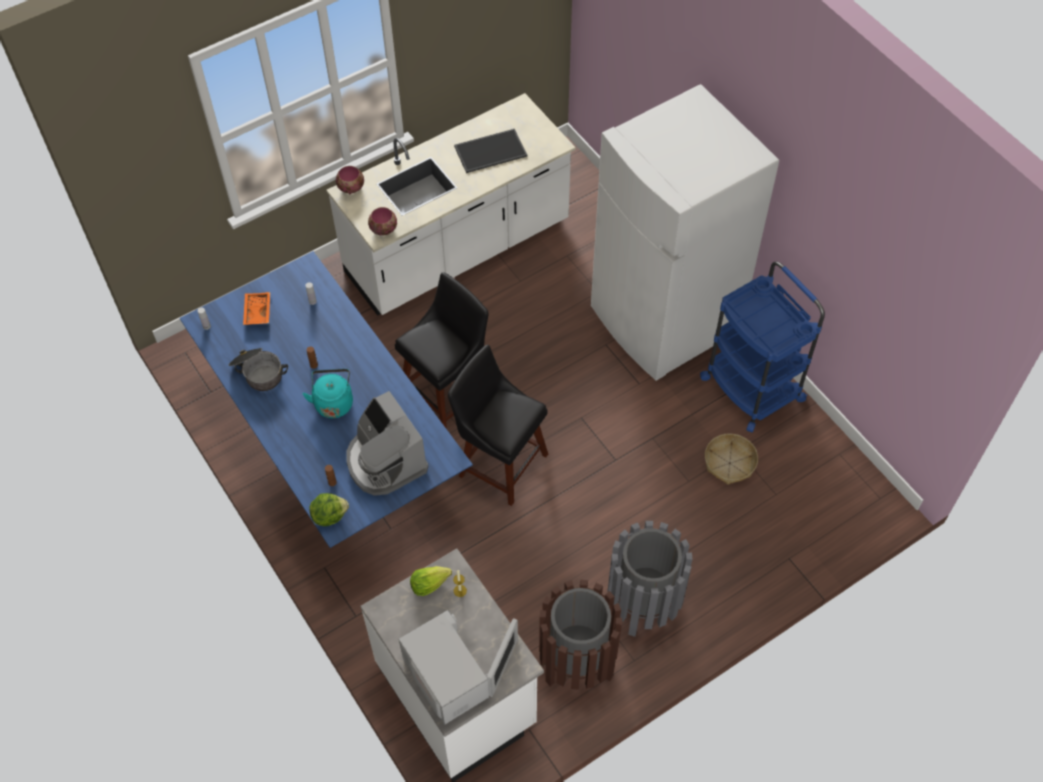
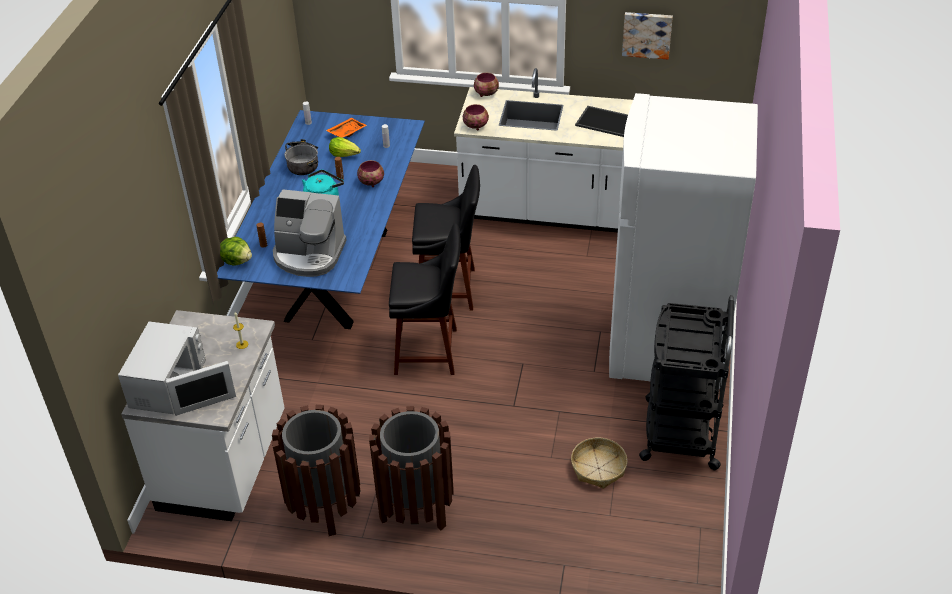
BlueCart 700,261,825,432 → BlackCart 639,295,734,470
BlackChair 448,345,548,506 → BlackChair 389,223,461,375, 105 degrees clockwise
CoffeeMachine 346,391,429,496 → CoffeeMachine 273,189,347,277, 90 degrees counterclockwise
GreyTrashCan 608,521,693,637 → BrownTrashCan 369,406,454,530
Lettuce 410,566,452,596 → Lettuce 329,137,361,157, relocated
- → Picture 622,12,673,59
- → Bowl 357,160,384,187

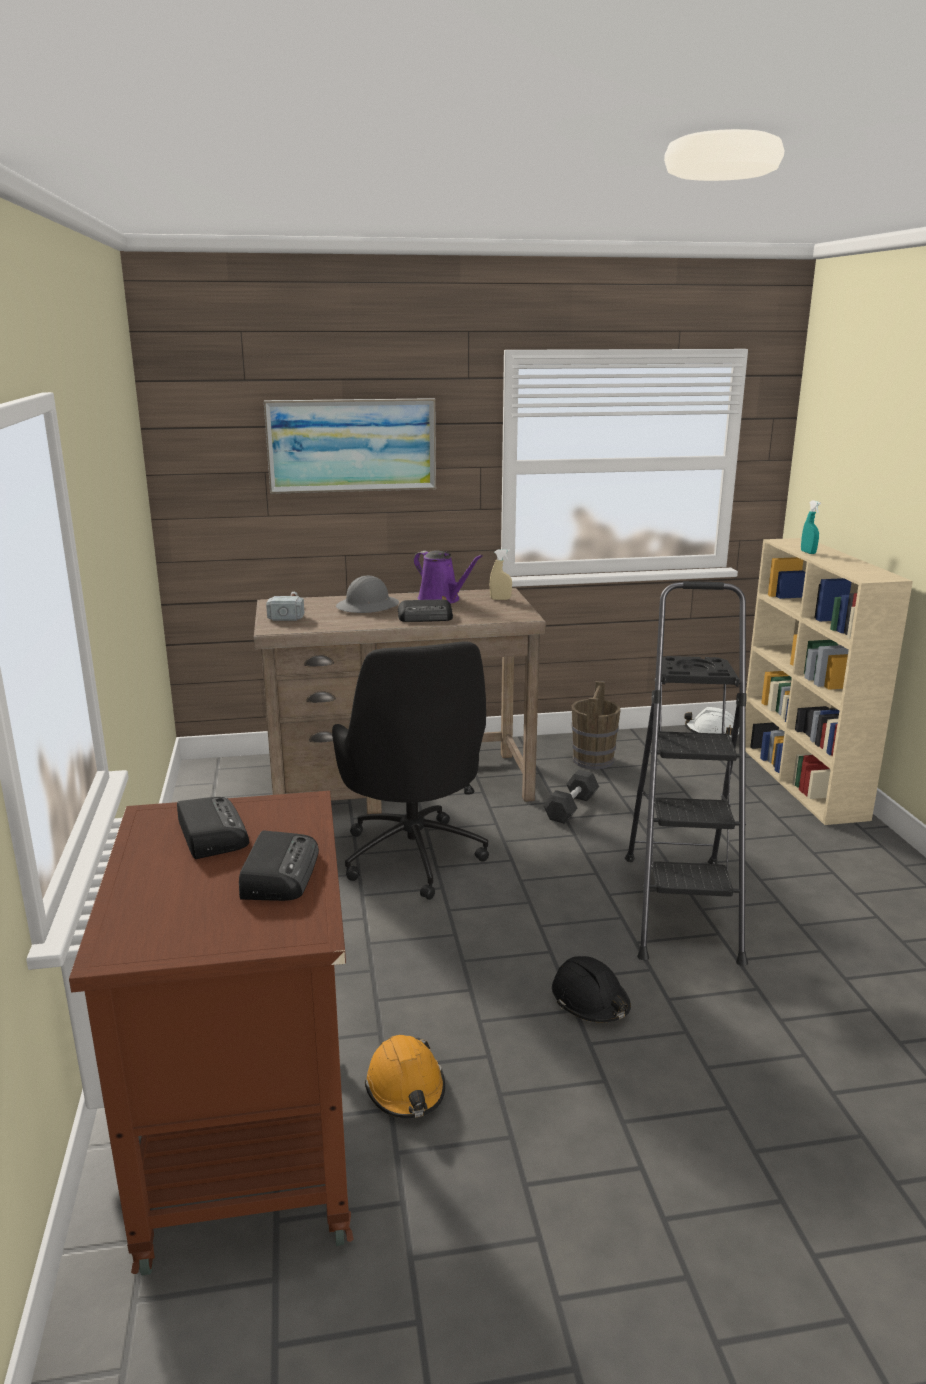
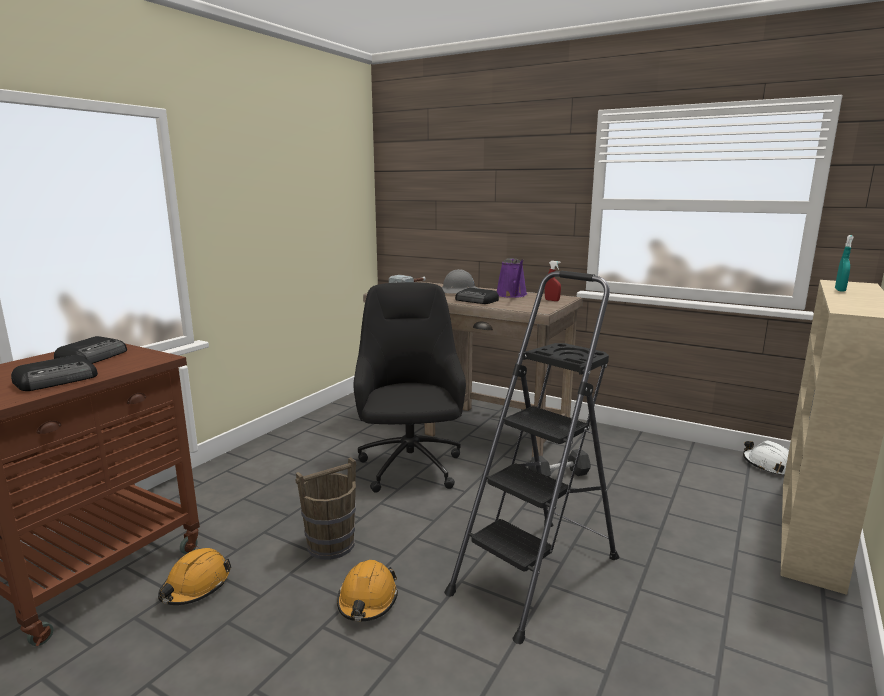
Picture 264,398,436,494 → -
BeigeSprayBottle 490,549,512,600 → RedSprayBottle 545,261,561,301
BlackOfficeChair 332,642,489,900 → BlackOfficeChair 354,282,466,493, 150 degrees clockwise
BrownBucket 571,681,621,769 → BrownBucket 295,457,356,560, relocated
BlackHardHat 552,956,631,1022 → OrangeHardHat 337,560,398,621

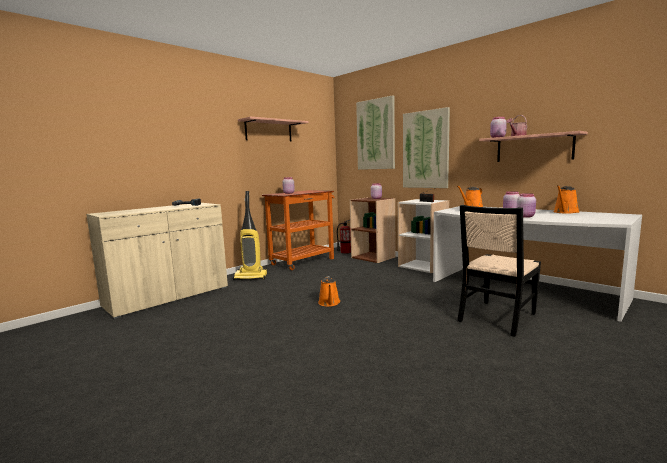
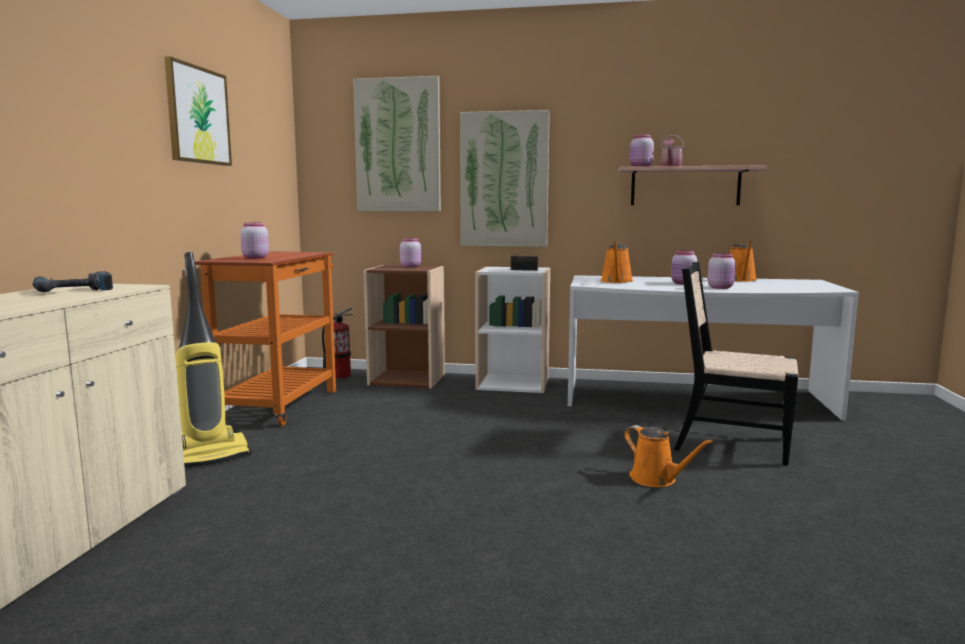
Shelf 238,117,309,142 → Picture 164,56,232,166
Chair 457,205,541,337 → Chair 674,262,798,466, 105 degrees clockwise
OrangeWateringCan 318,276,340,307 → OrangeWateringCan 624,425,713,487, relocated

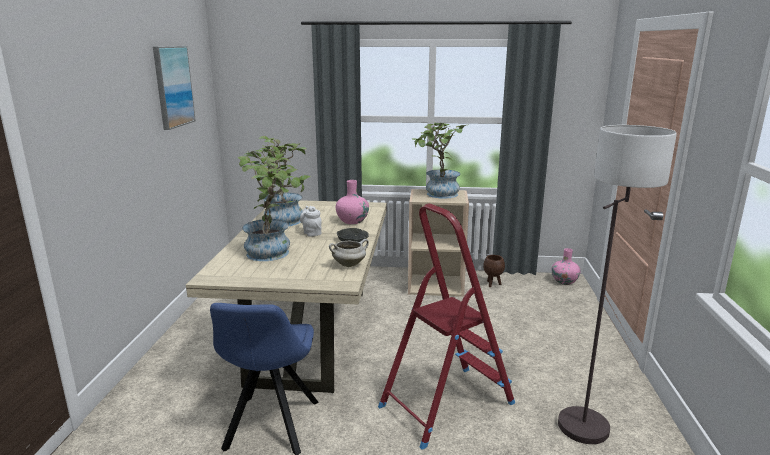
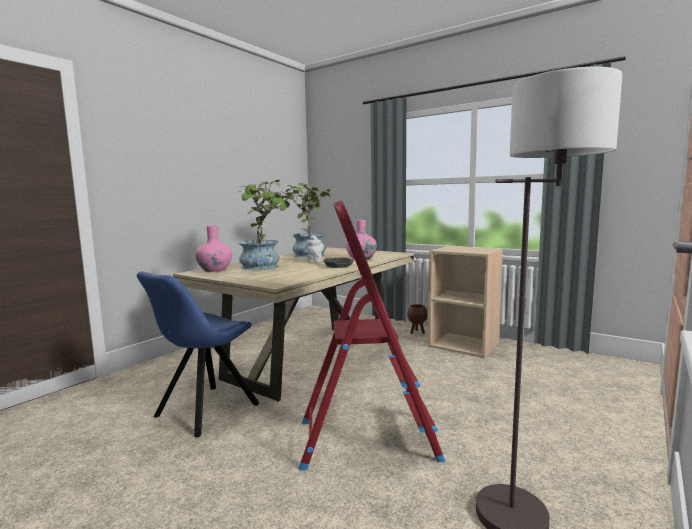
Picture 153,46,196,130 → -
PottedPlant 411,122,466,199 → -
WhiteCookingPot 329,239,369,267 → -
PinkVase 552,248,581,285 → PinkVase 195,226,232,272, relocated
BrownPlanter 483,255,505,287 → BrownPlanter 407,304,428,334, relocated

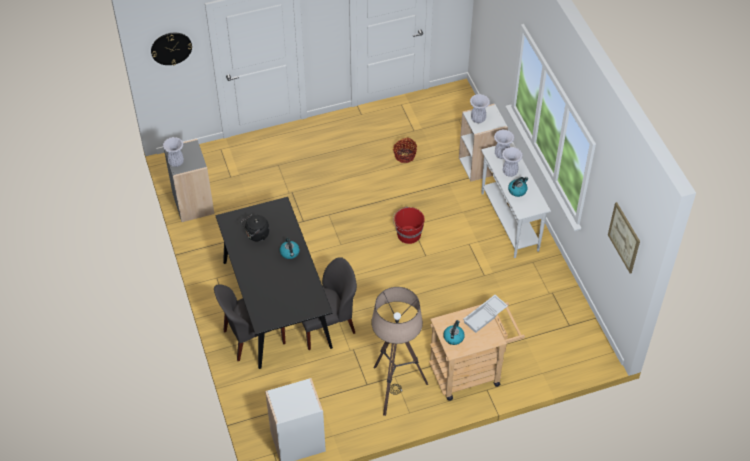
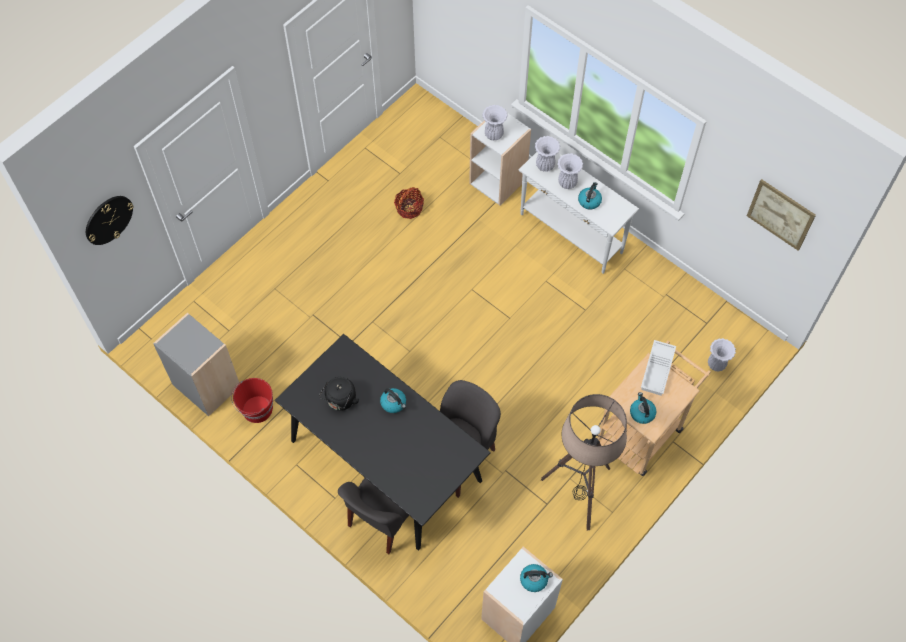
WhiteVase 163,137,184,167 → WhiteVase 708,338,736,372, relocated
RedBucket 393,207,425,244 → RedBucket 231,378,273,423, relocated
- → Kettle 520,564,553,592

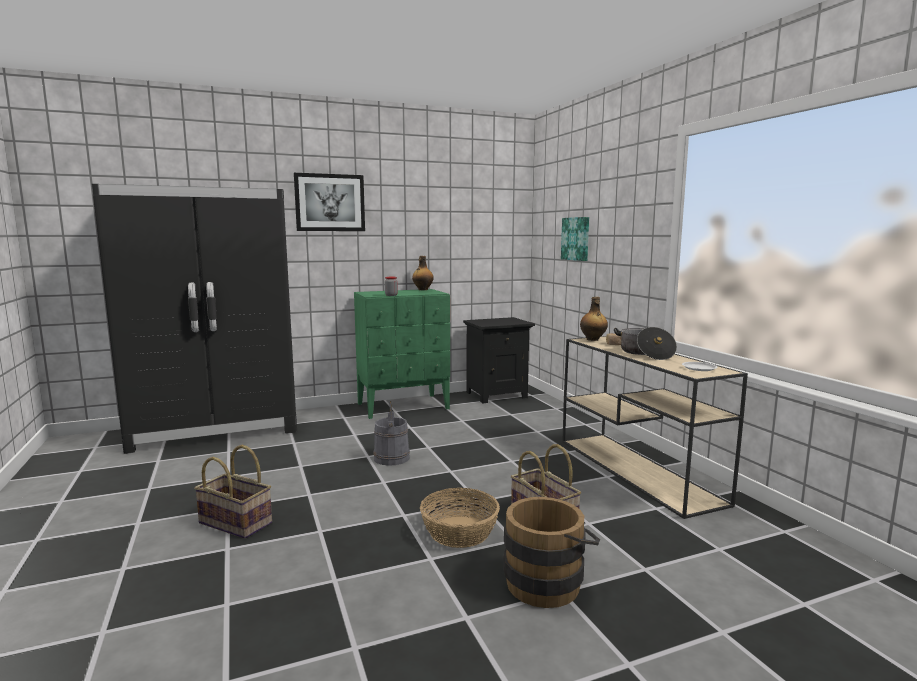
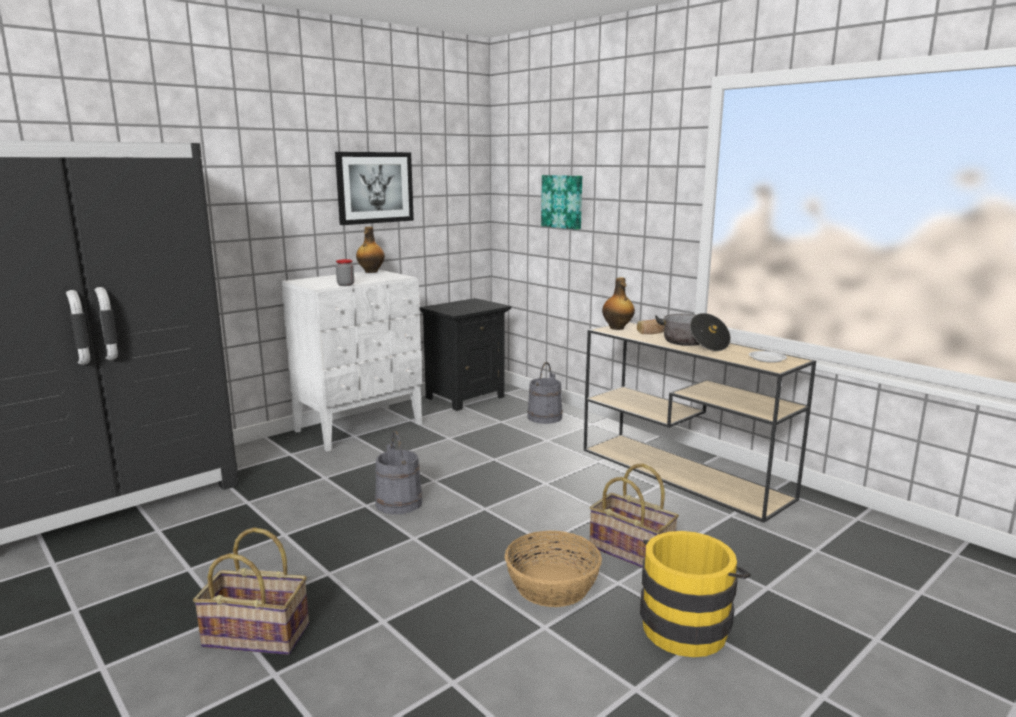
Picture 294,173,365,231 → Picture 335,152,414,225, relocated
GreenDresser 354,289,450,419 → WhiteDresser 281,270,422,451
BrownBucket 503,497,600,608 → YellowBucket 640,531,751,657
- → GreyBucket 527,362,563,424

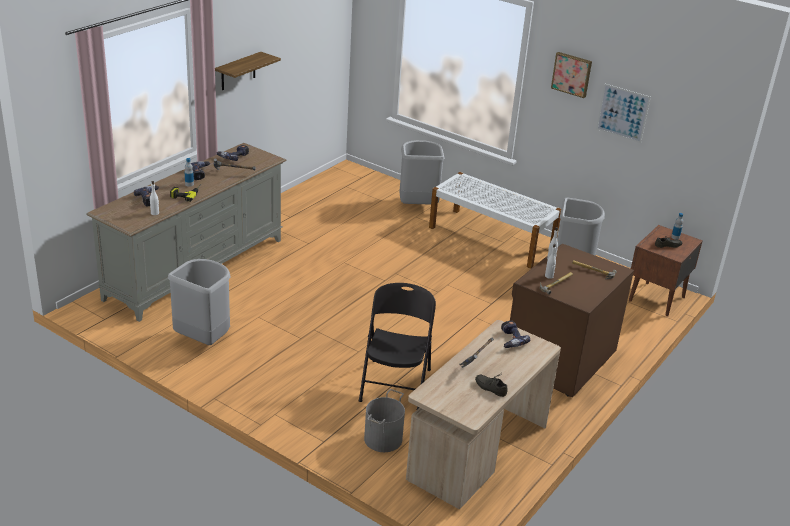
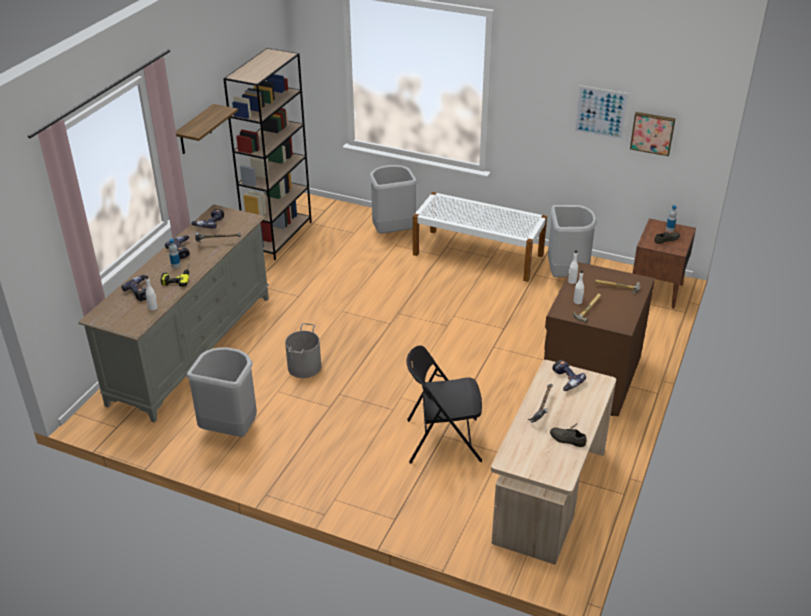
Picture 551,52,592,98 → Picture 630,112,676,156, relocated
BlackChair 358,283,436,409 → BlackChair 406,345,482,464, 90 degrees counterclockwise
GreyBucket 364,389,405,452 → GreyBucket 285,323,321,378, relocated
- → BeigeBookcase 223,48,312,260

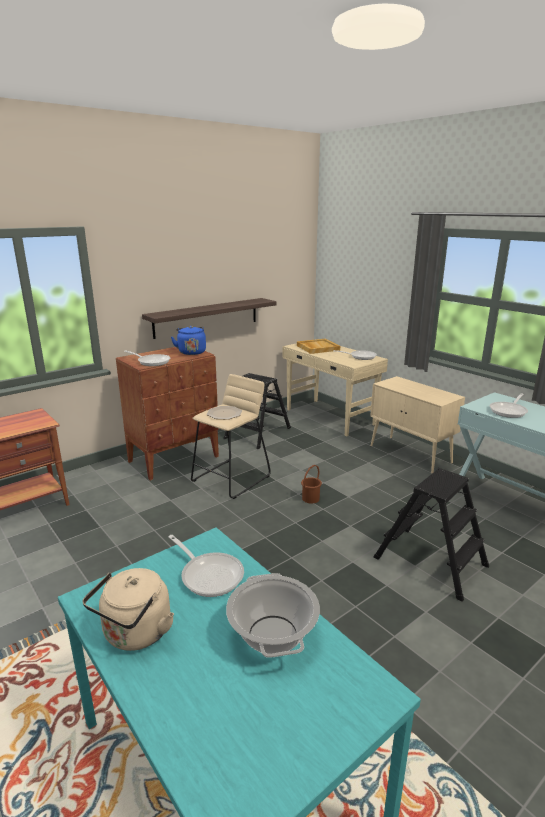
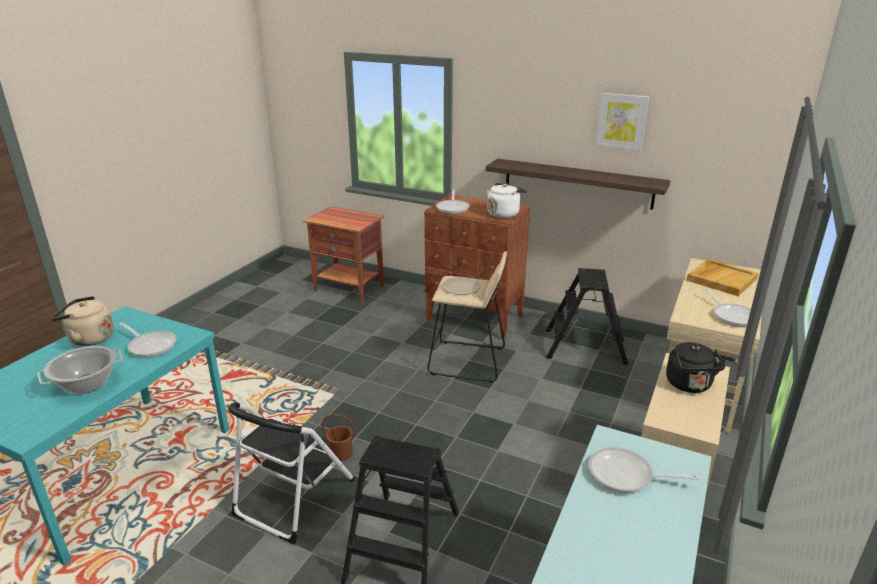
BlueKettle 171,326,206,355 → WhiteKettle 487,183,527,218
BrownBucket 301,465,322,504 → BrownBucket 322,414,356,461, relocated
FryingPan 168,535,244,597 → FryingPan 119,322,177,358, 75 degrees counterclockwise
- → Picture 596,93,649,151
- → BlackKettle 666,342,726,393
- → StepLadder 228,402,355,544

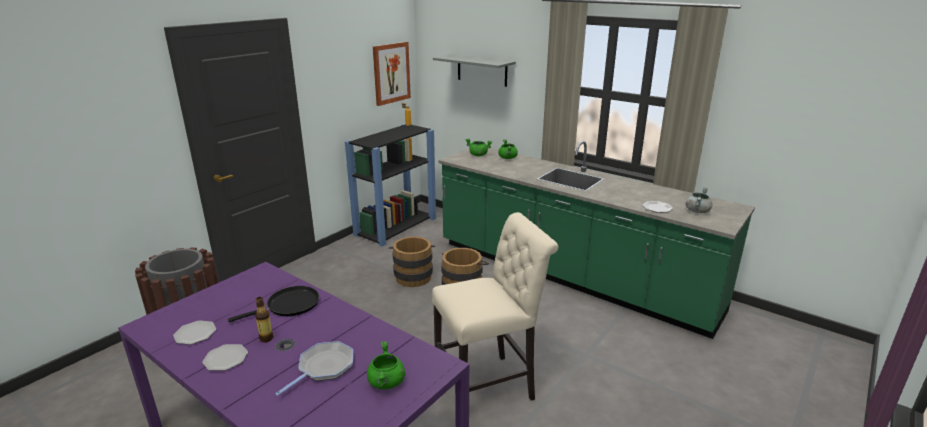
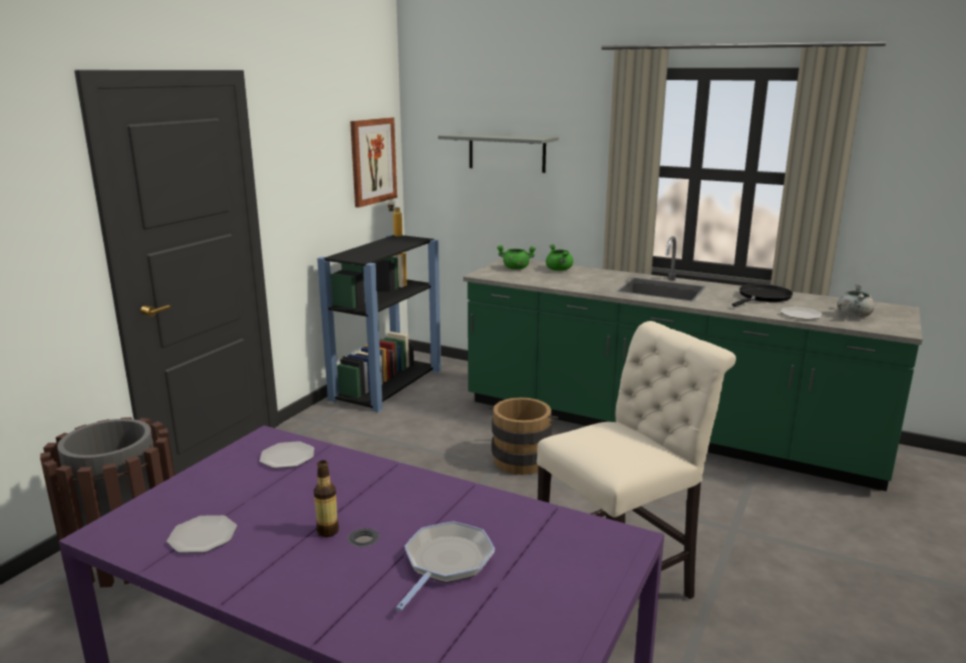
BrownBucket 389,236,435,287 → -
BlackFryingPan 228,286,319,323 → BlackFryingPan 732,284,793,307, relocated
GreenCookingPot 367,342,405,389 → -
Plate 202,344,248,371 → Plate 260,441,314,469, relocated

